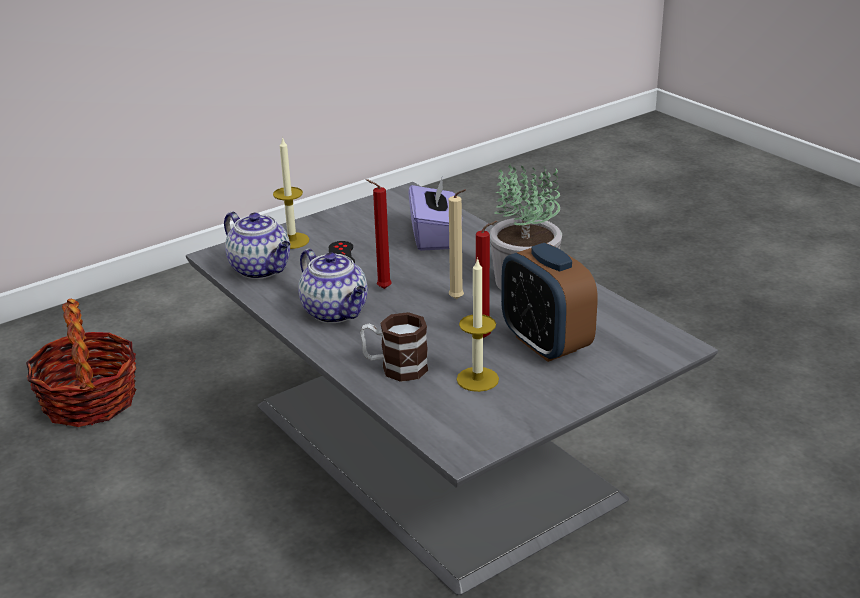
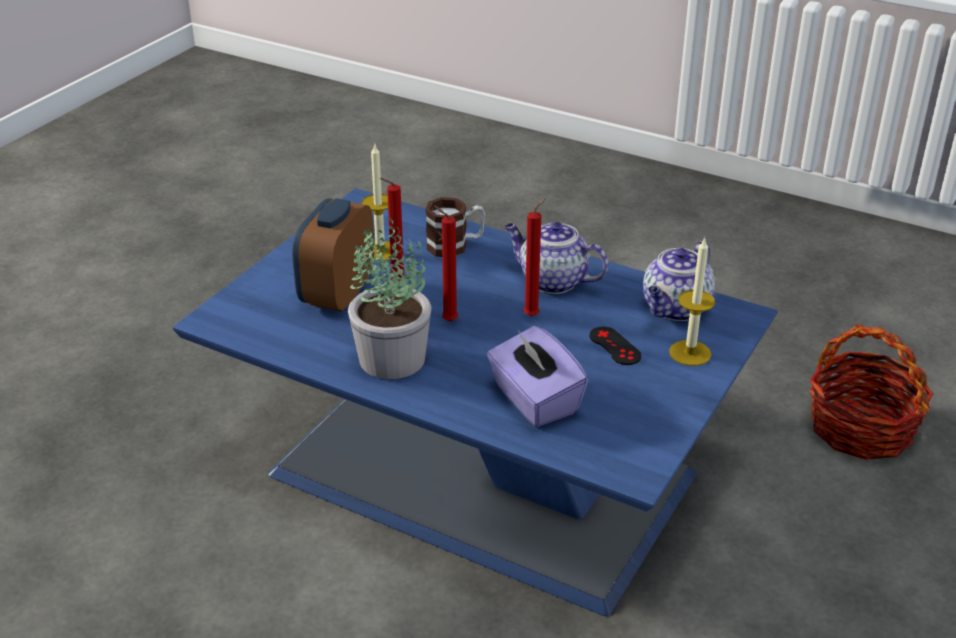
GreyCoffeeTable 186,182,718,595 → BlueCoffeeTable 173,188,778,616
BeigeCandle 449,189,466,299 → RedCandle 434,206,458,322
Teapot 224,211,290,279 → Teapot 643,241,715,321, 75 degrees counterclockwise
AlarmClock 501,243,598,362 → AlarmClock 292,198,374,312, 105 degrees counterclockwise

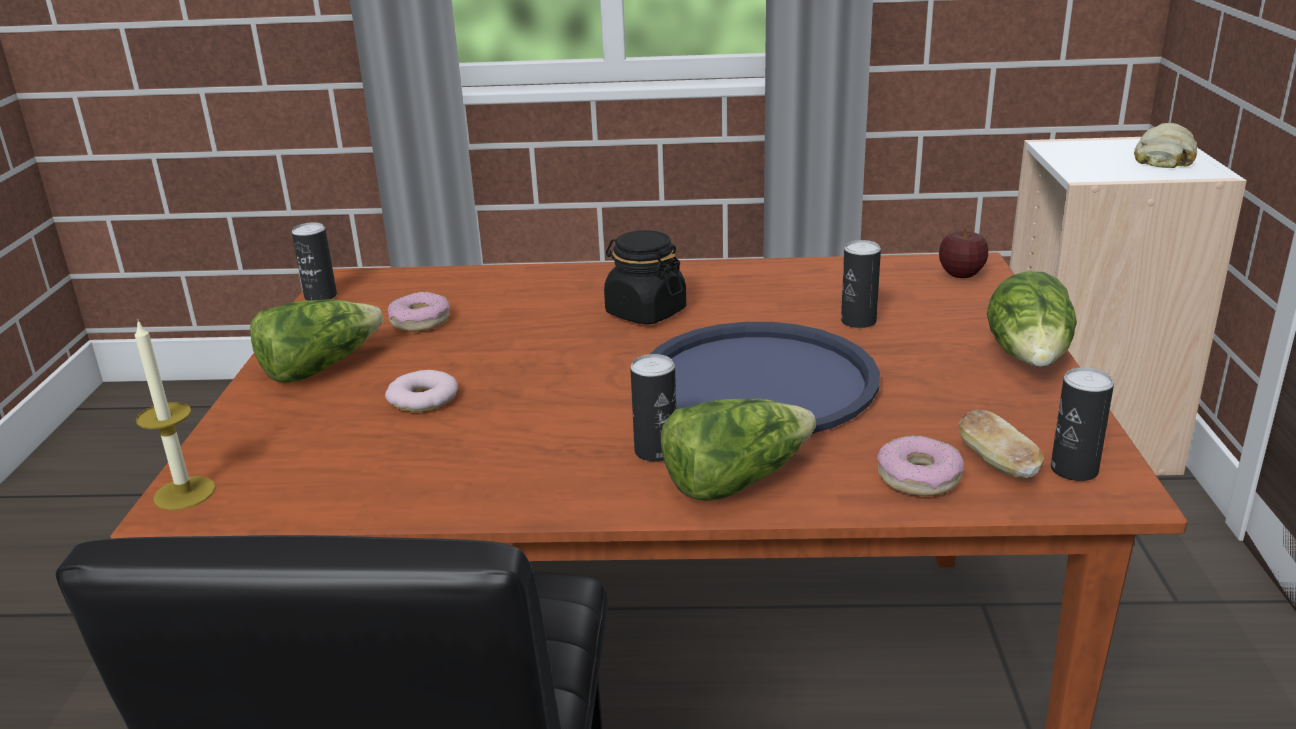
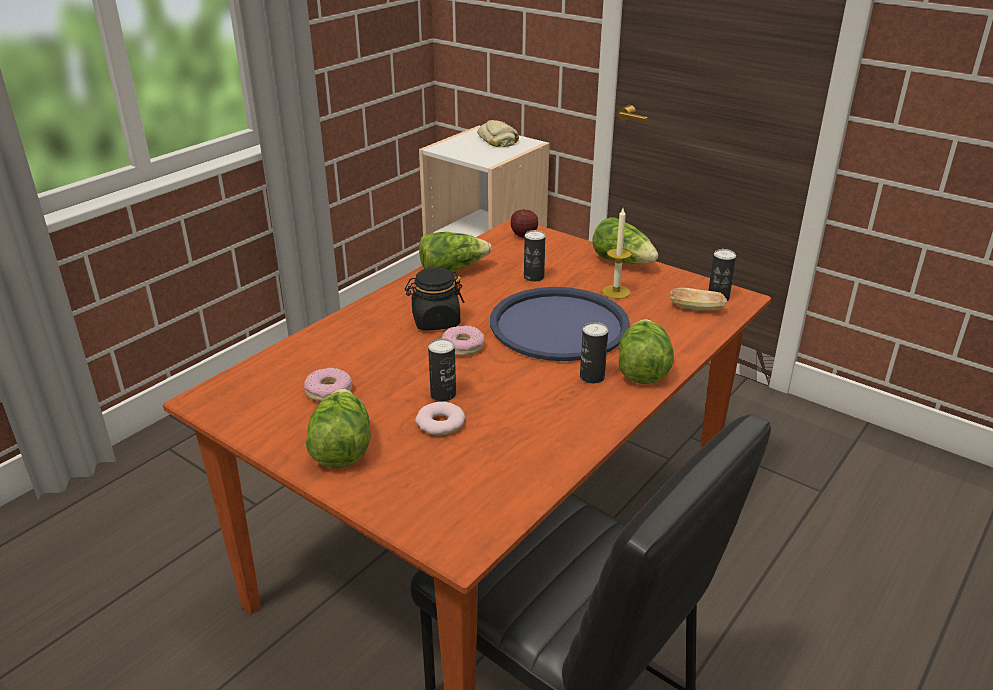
Can 292,222,337,301 → Can 428,338,456,401, relocated
Candle 135,319,216,510 → Candle 602,209,632,299, relocated
Donut 877,436,964,496 → Donut 442,325,484,356, relocated
- → Lettuce 419,232,492,272

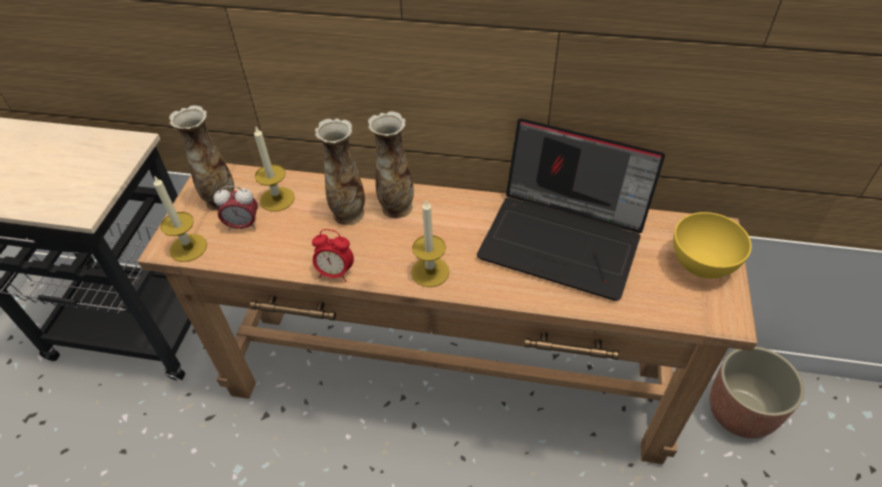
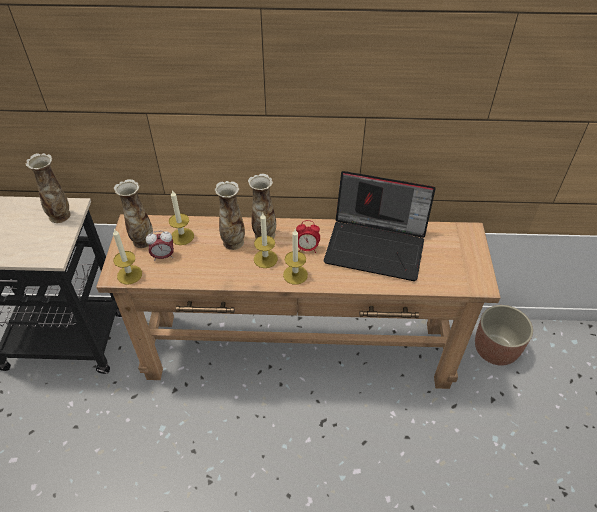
YellowBowl 673,212,752,278 → -
AlarmClock 312,229,354,282 → AlarmClock 296,220,320,253, relocated
- → Vase 25,153,71,223
- → Candle 254,213,278,268

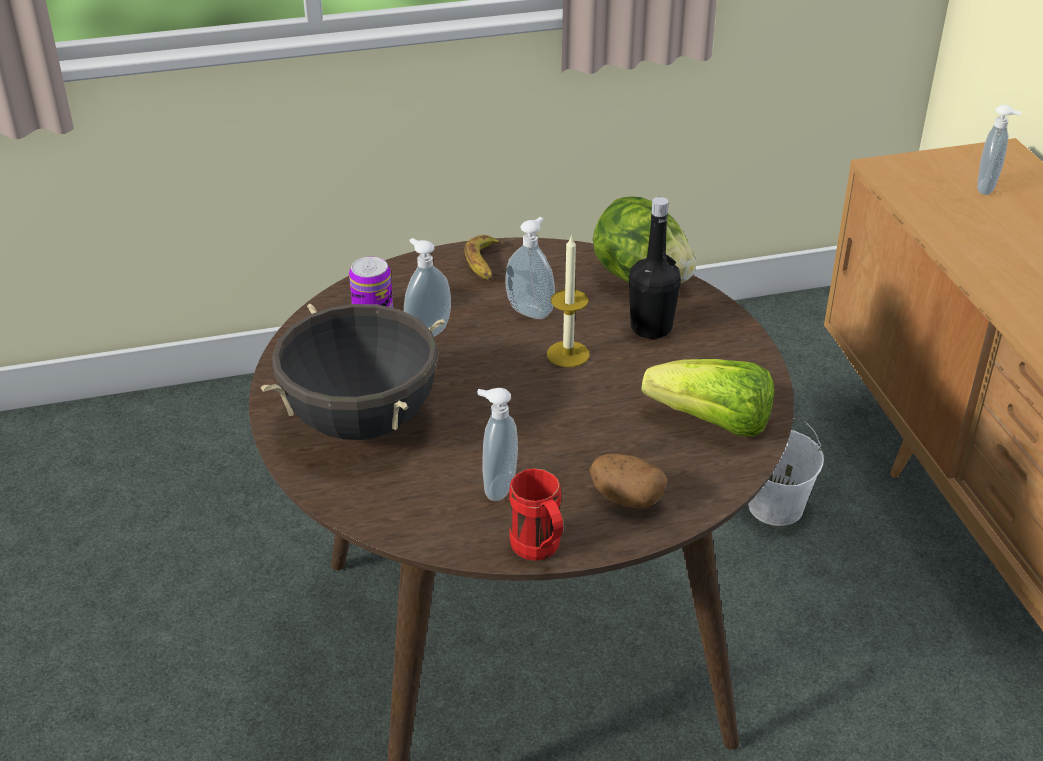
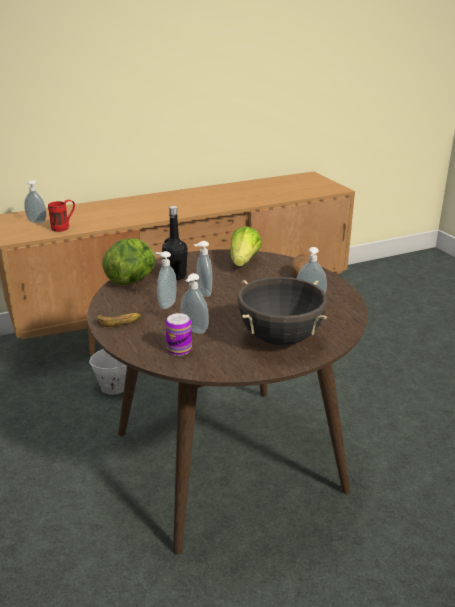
Candle 547,235,589,367 → SoapDispenser 194,241,212,297
RedMug 509,468,563,561 → RedMug 48,200,75,232, relocated

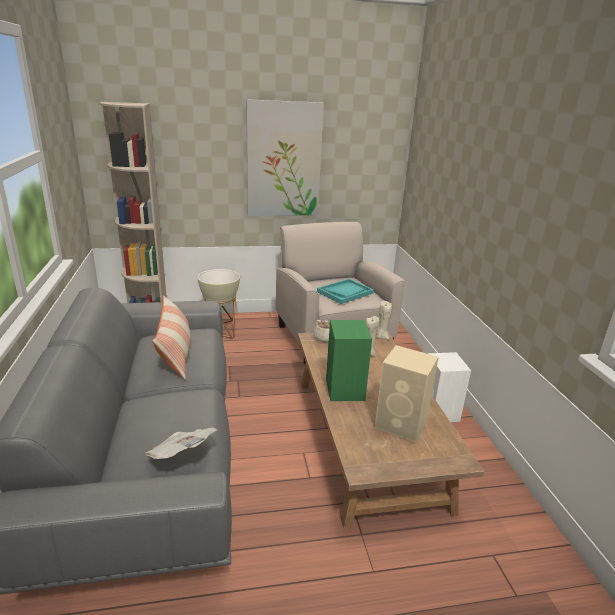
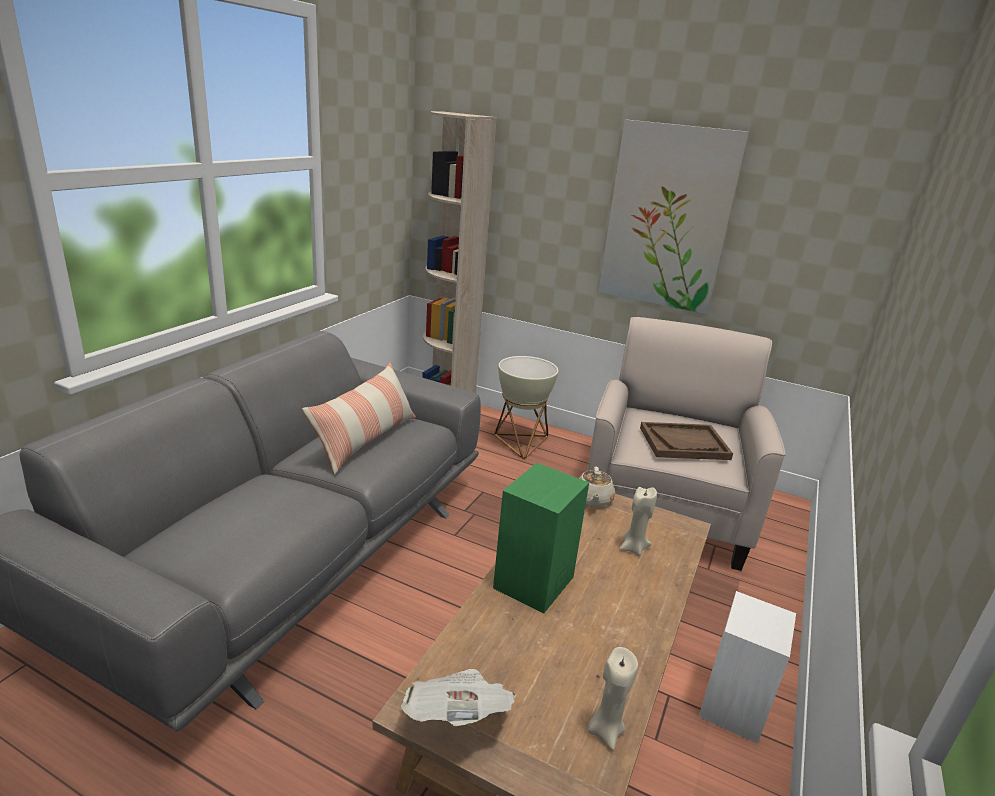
TurquoiseTray 317,279,374,304 → BrownTray 640,422,733,460
BeigeCandle 376,301,392,340 → BeigeCandle 588,647,638,750, relocated
BeigeSpeaker 375,345,439,442 → -
Newspaper 146,427,217,459 → Newspaper 401,669,516,726, relocated

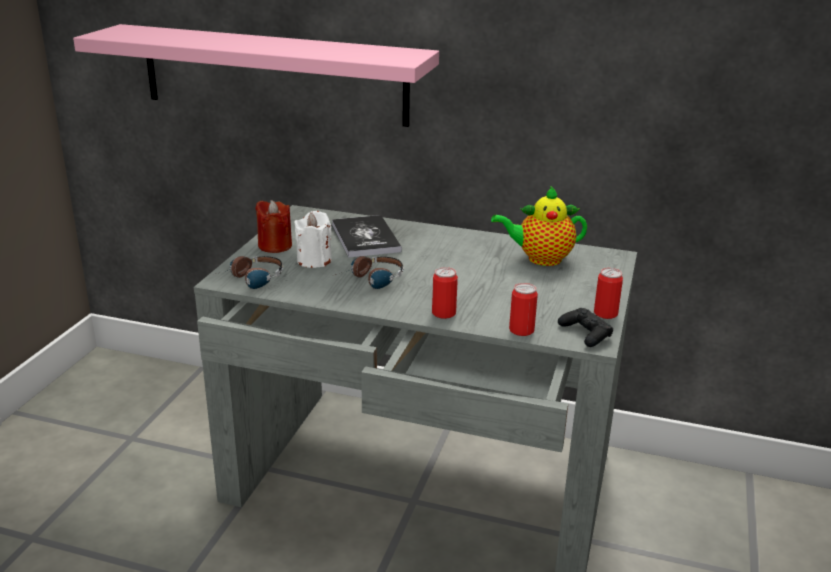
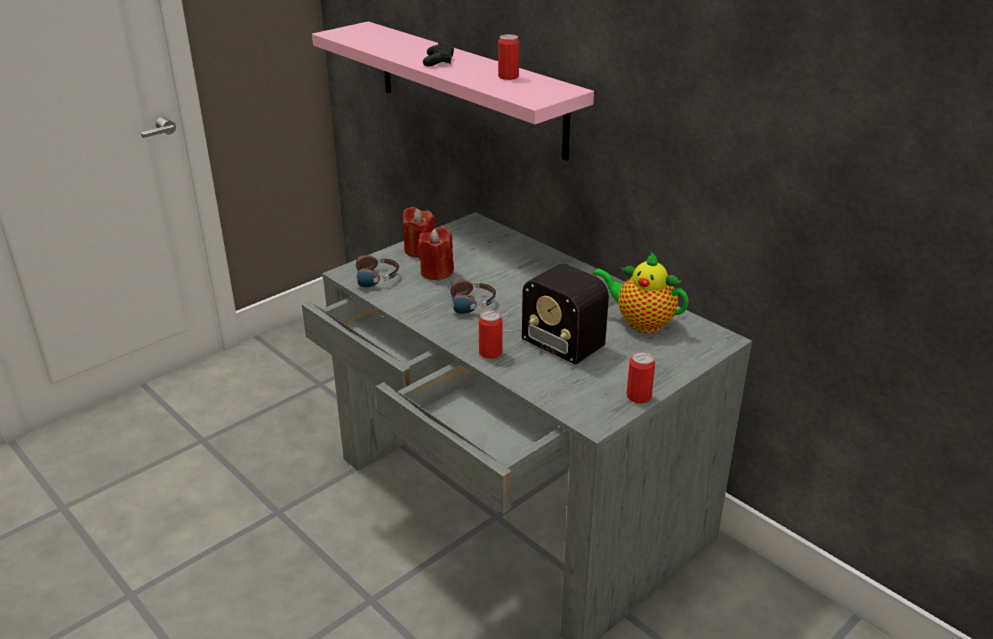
WhiteCandle 294,211,332,268 → RedCandle 417,227,454,281
Book 332,215,402,257 → -
Can 509,283,538,336 → Can 498,34,519,80, relocated
BlackGameController 558,308,613,347 → BlackGameController 423,43,454,66, relocated
- → Radio 501,263,609,365

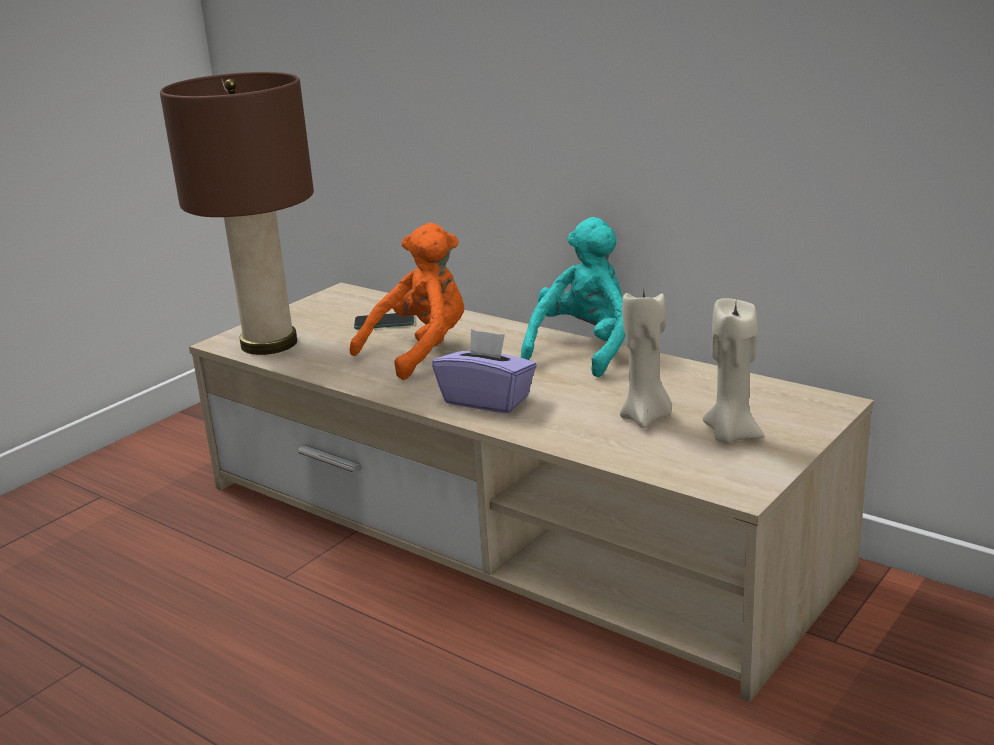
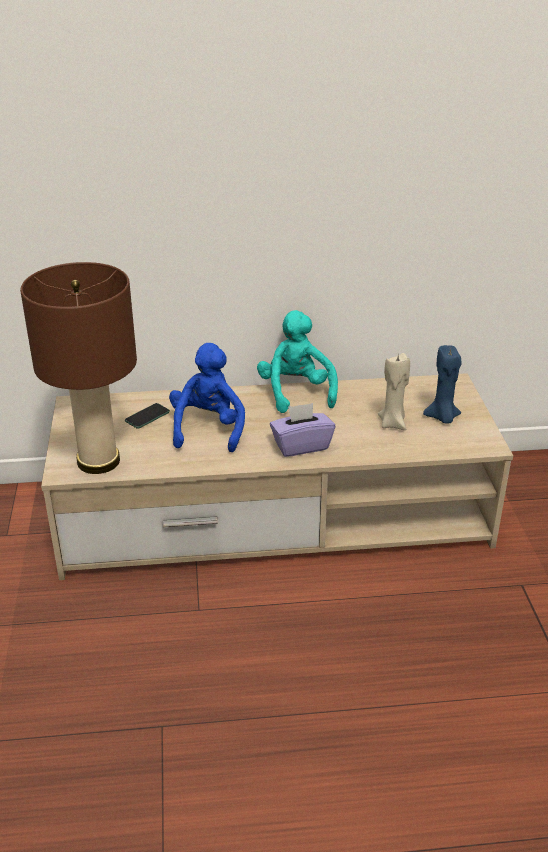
OrangePlushToy 349,223,464,380 → BluePlushToy 169,343,245,452
BeigeCandle 703,298,764,443 → BlueCandle 423,345,462,424

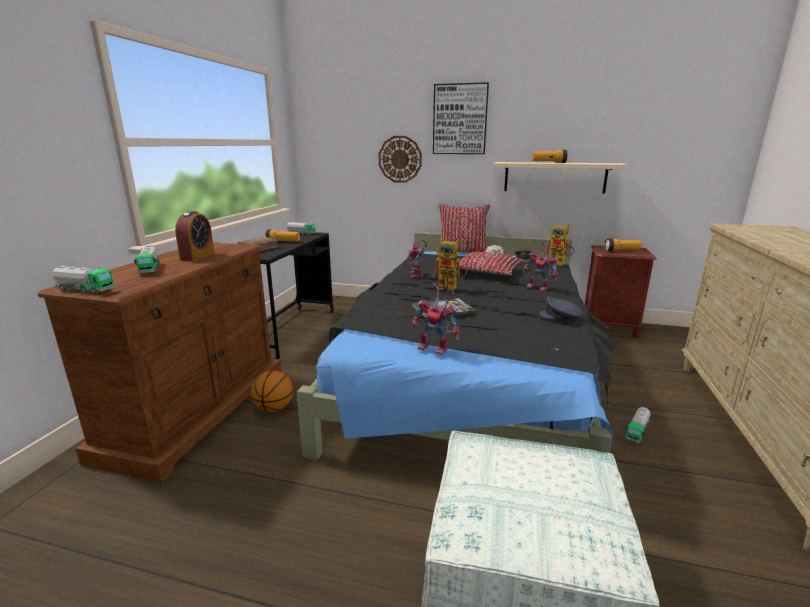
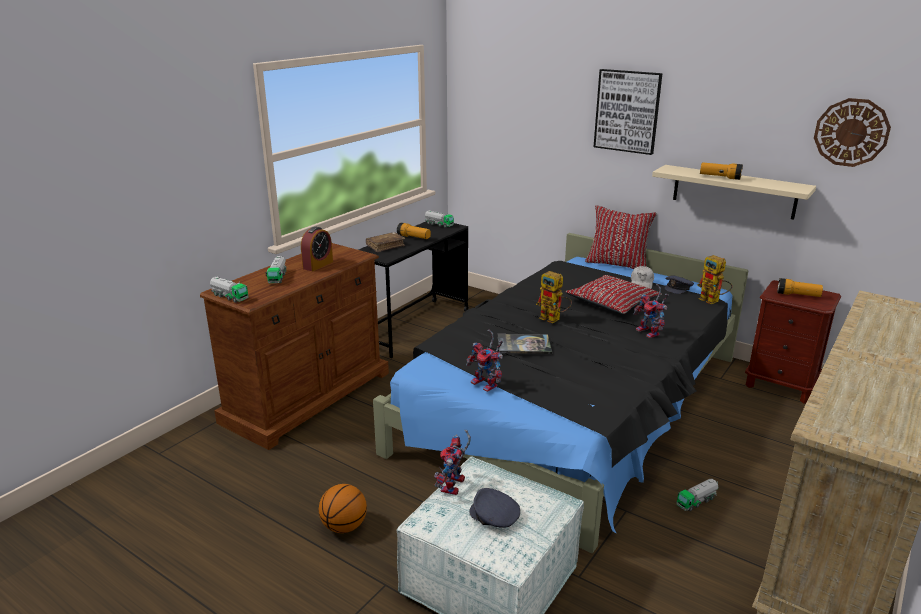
WallClock 379,136,422,183 → WallClock 814,98,891,167, relocated
ToyRobot 408,233,428,278 → ToyRobot 434,430,471,495, relocated
GreyCap 539,297,582,320 → GreyCap 469,488,520,528, relocated
Basketball 251,370,293,412 → Basketball 319,484,367,533, relocated

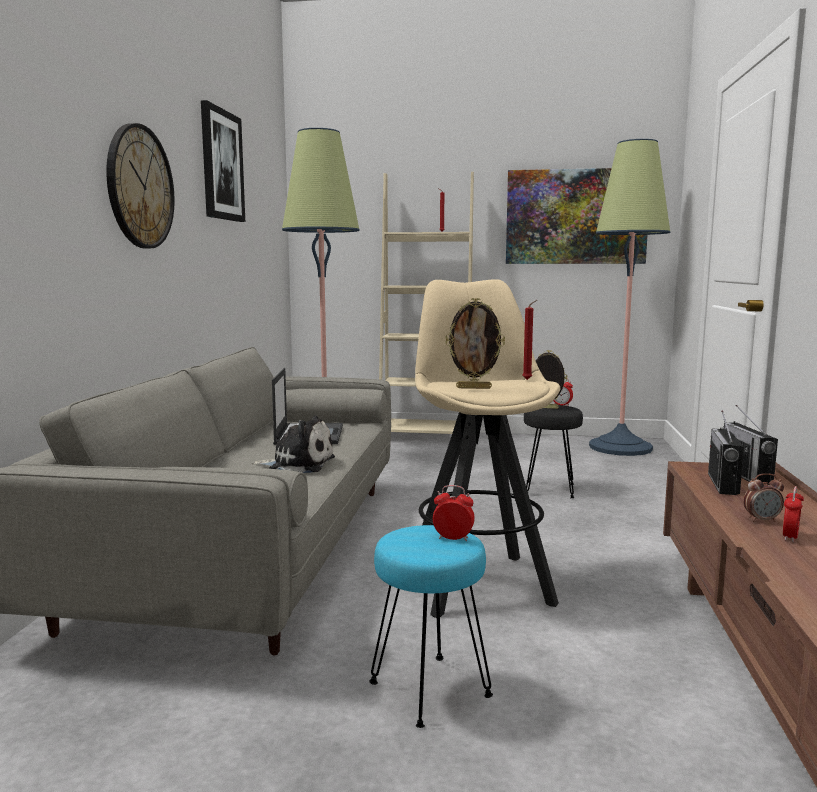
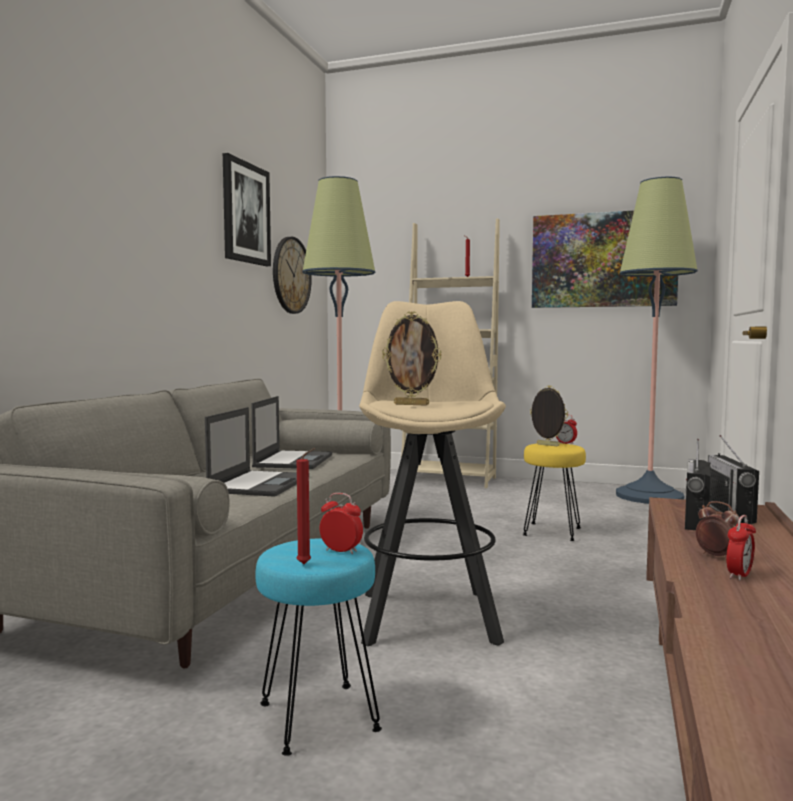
WallClock 106,123,174,248 → WallClock 273,237,312,314, relocated
RedCandle 522,300,537,380 → RedCandle 297,448,315,564, relocated
BlackStool 524,405,583,498 → YellowStool 522,443,586,541
PlushToy 252,415,335,473 → Laptop 205,407,297,497
AlarmClock 743,473,784,522 → AlarmClock 696,501,739,560, 135 degrees counterclockwise

